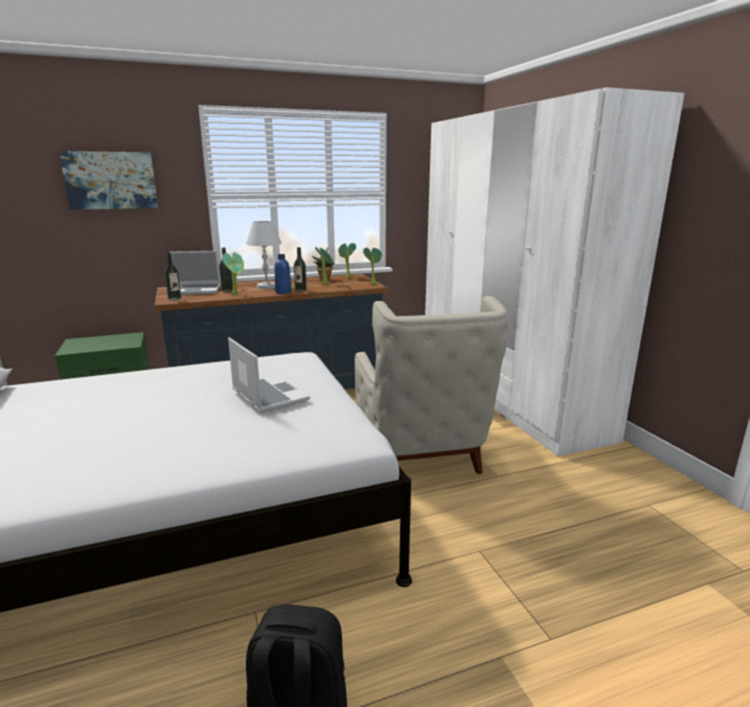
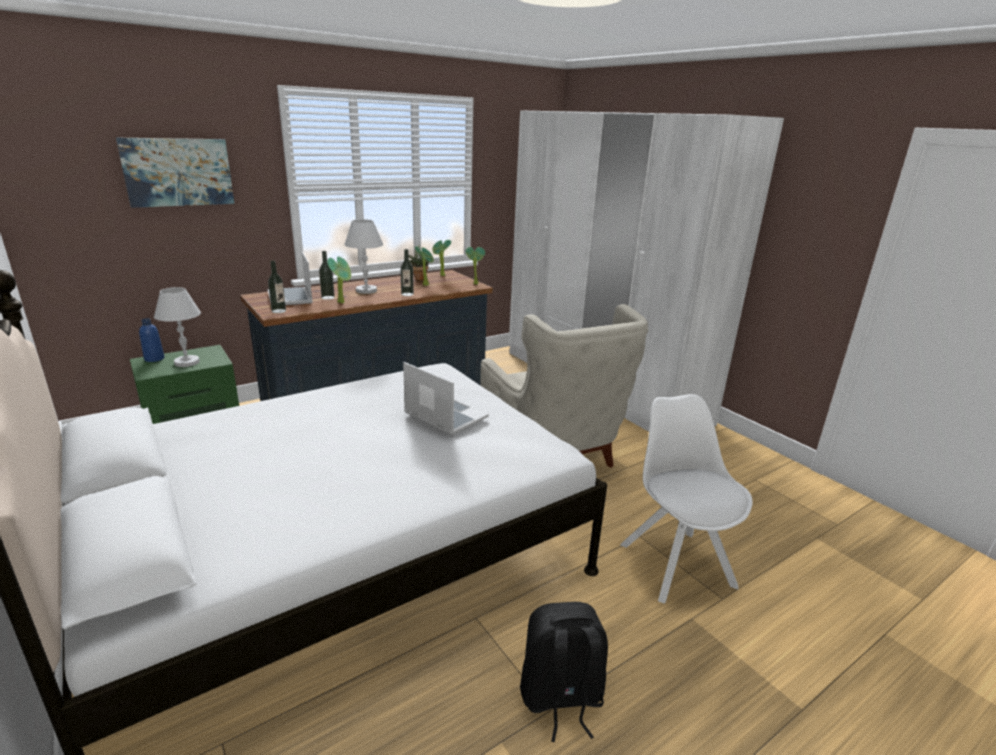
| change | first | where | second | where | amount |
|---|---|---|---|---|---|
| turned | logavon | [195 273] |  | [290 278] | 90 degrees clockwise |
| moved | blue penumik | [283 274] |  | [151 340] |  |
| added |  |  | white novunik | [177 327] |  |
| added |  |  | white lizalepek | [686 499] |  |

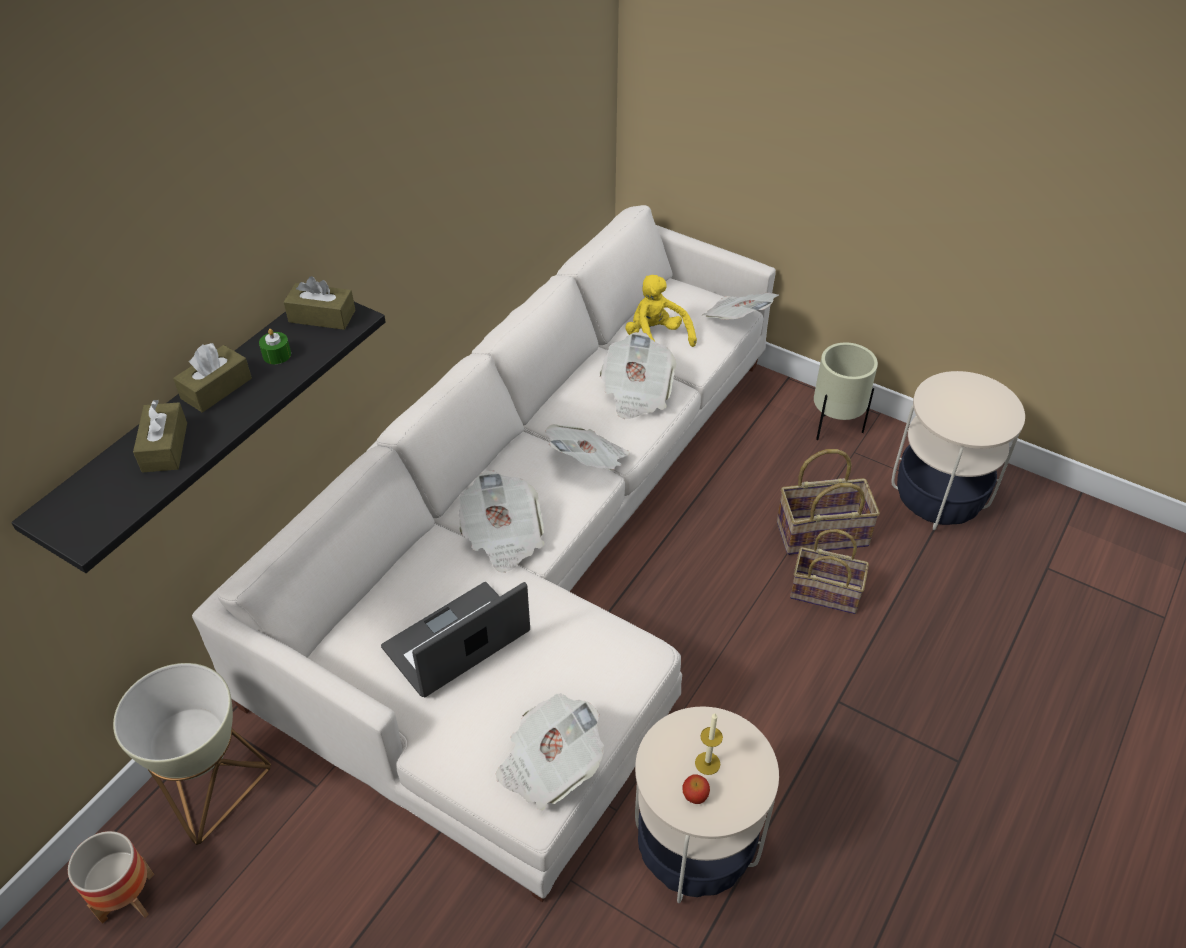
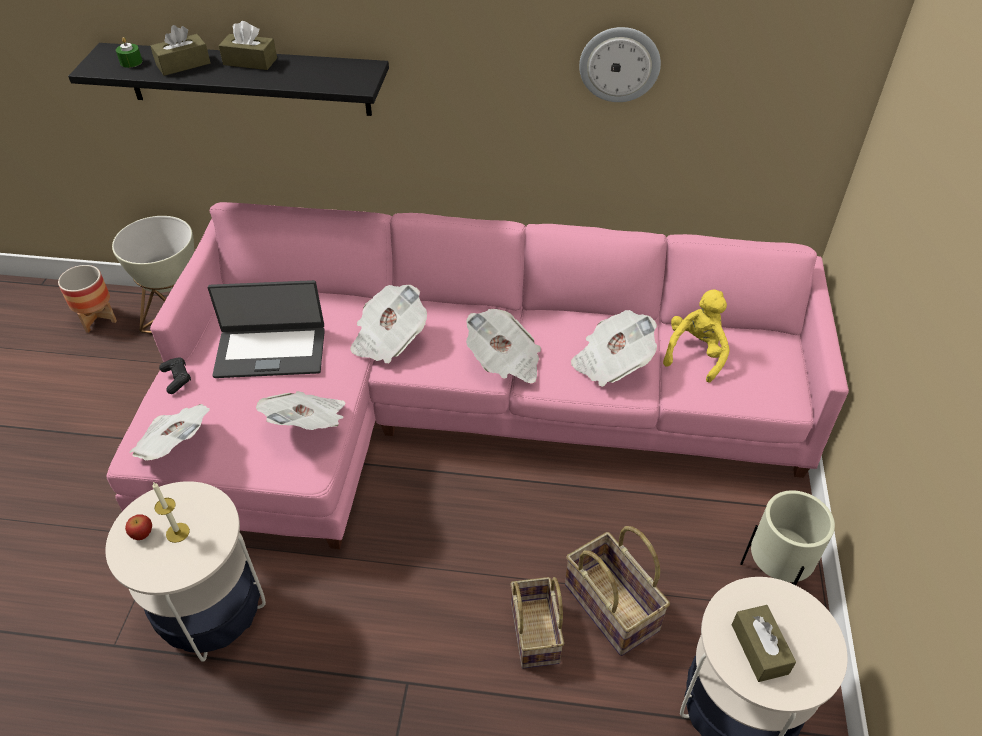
| change | first | where | second | where | amount |
|---|---|---|---|---|---|
| recoloured | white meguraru | [484 553] | pink meguraru | [478 375] |  |
| moved | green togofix | [275 346] |  | [129 52] |  |
| moved | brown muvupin | [319 303] |  | [764 643] |  |
| turned | logavon | [455 640] |  | [266 329] | 150 degrees clockwise |
| moved | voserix | [740 306] |  | [301 410] |  |
| added |  |  | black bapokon | [175 375] |  |
| added |  |  | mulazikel | [620 64] |  |

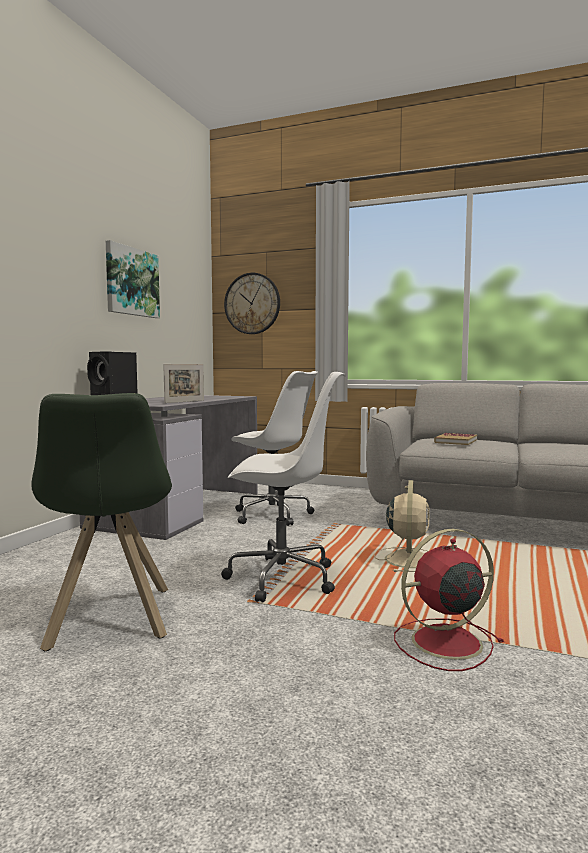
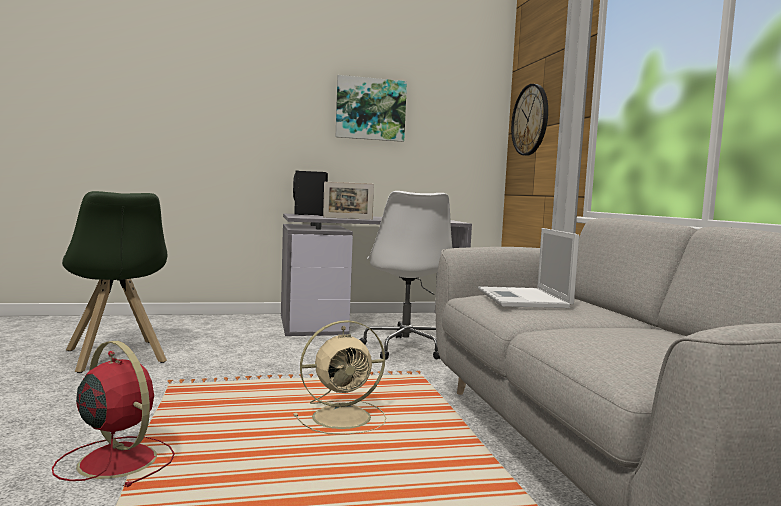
| change | first | where | second | where | amount |
|---|---|---|---|---|---|
| turned | green lizalepek | [101 522] |  | [114 282] | 75 degrees counterclockwise |
| removed | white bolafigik | [283 487] |  |  |  |
| replaced | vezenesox | [455 439] | logavon | [528 268] |  |

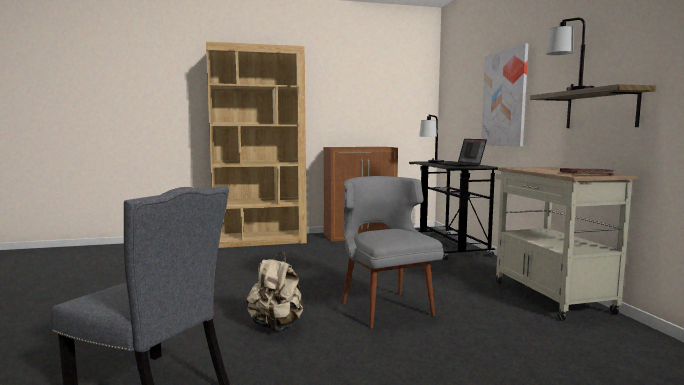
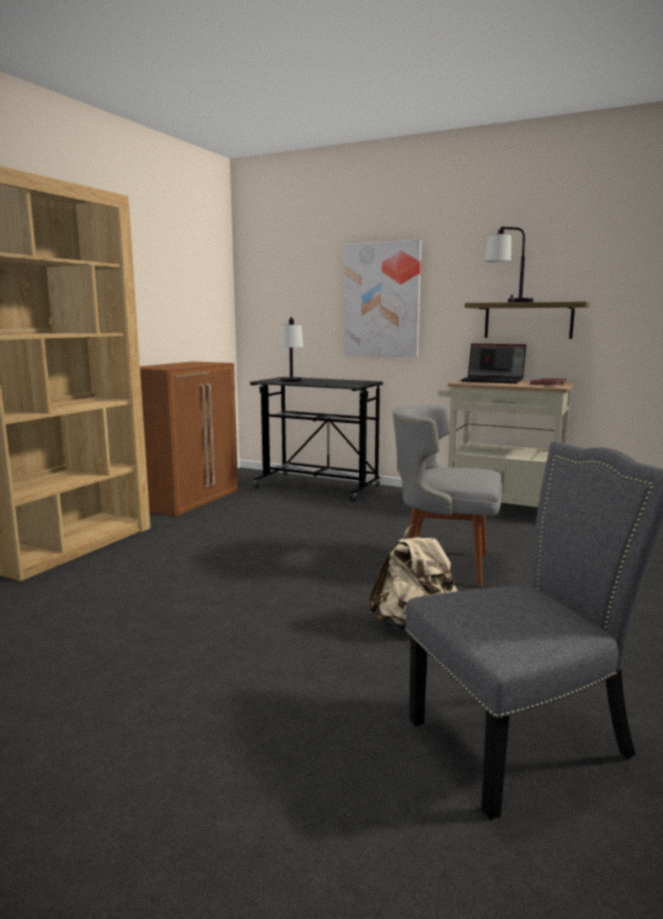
| change | first | where | second | where | amount |
|---|---|---|---|---|---|
| moved | logavon | [462 153] |  | [493 364] |  |

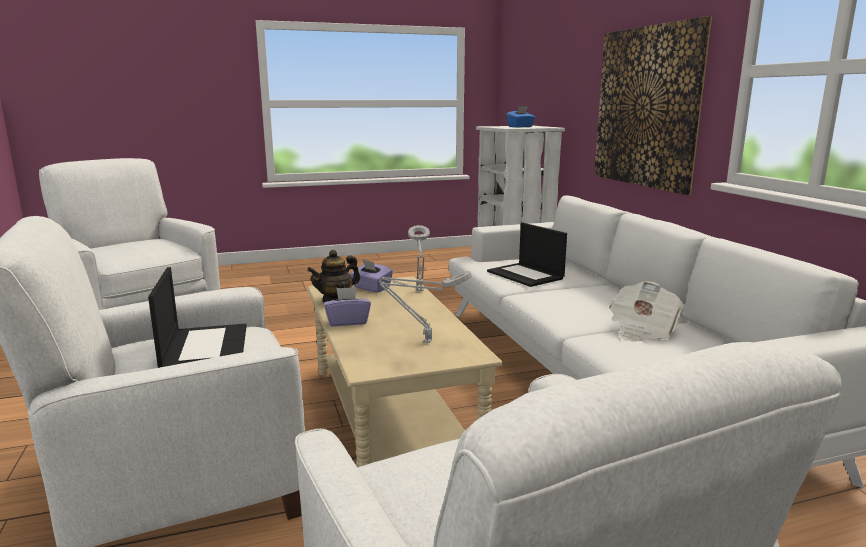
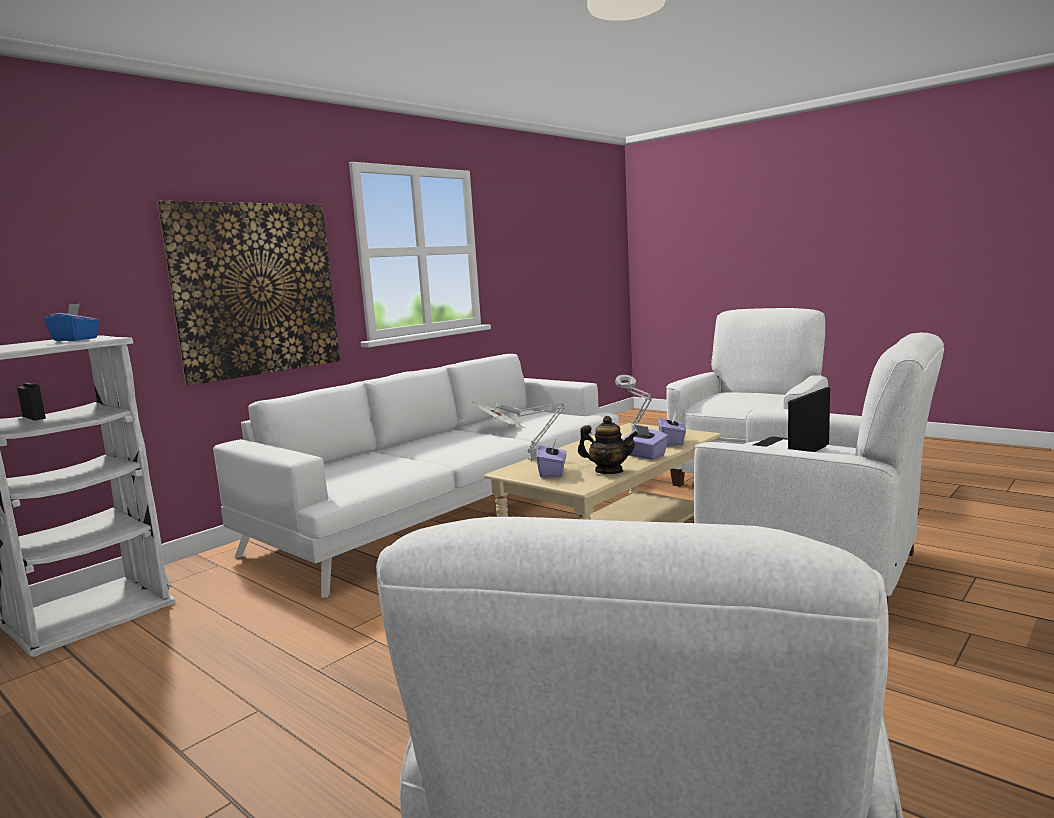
| change | first | where | second | where | amount |
|---|---|---|---|---|---|
| removed | logavon | [527 254] |  |  |  |
| added |  |  | purple muvupin | [672 428] |  |

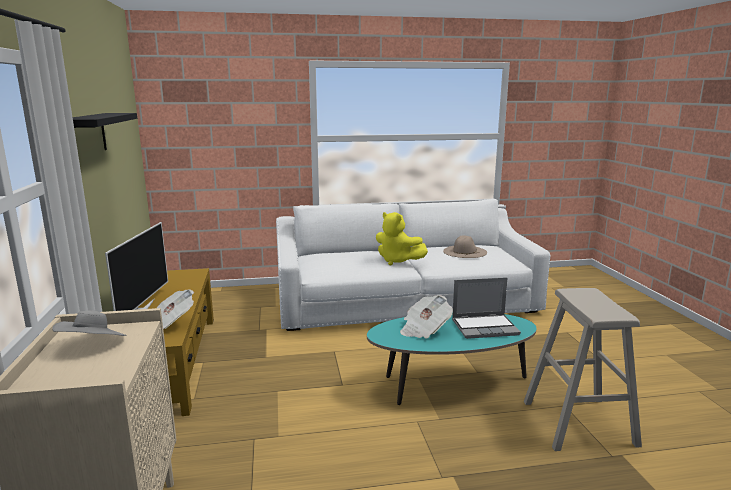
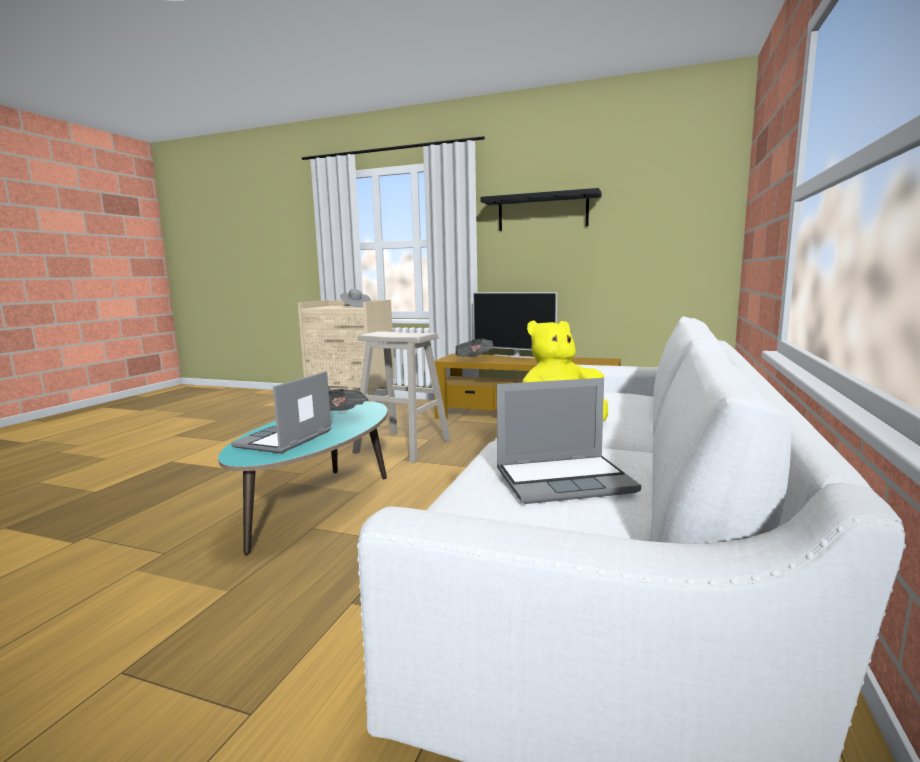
| change | first | where | second | where | amount |
|---|---|---|---|---|---|
| replaced | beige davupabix | [465 246] | logavon | [569 441] |  |
| moved | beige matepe | [583 369] |  | [401 397] |  |

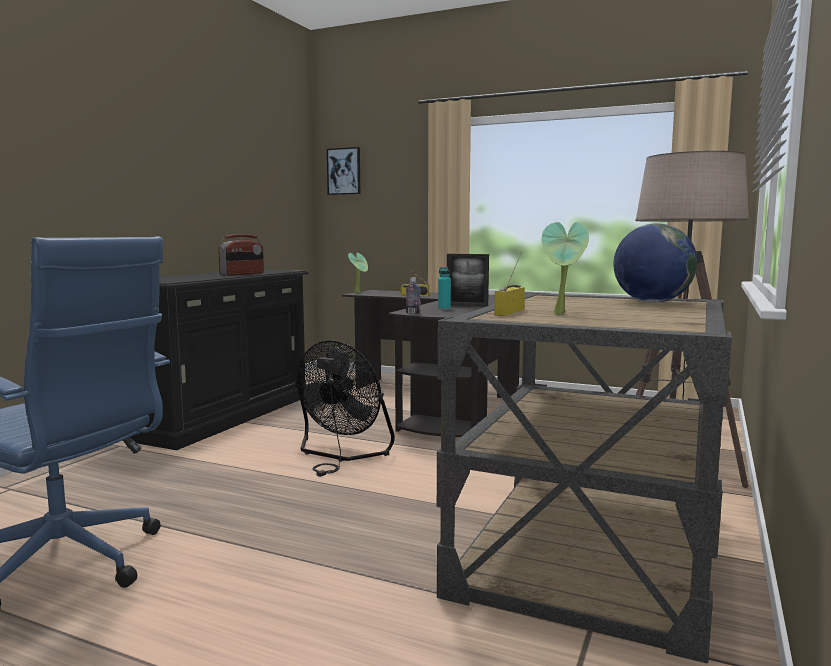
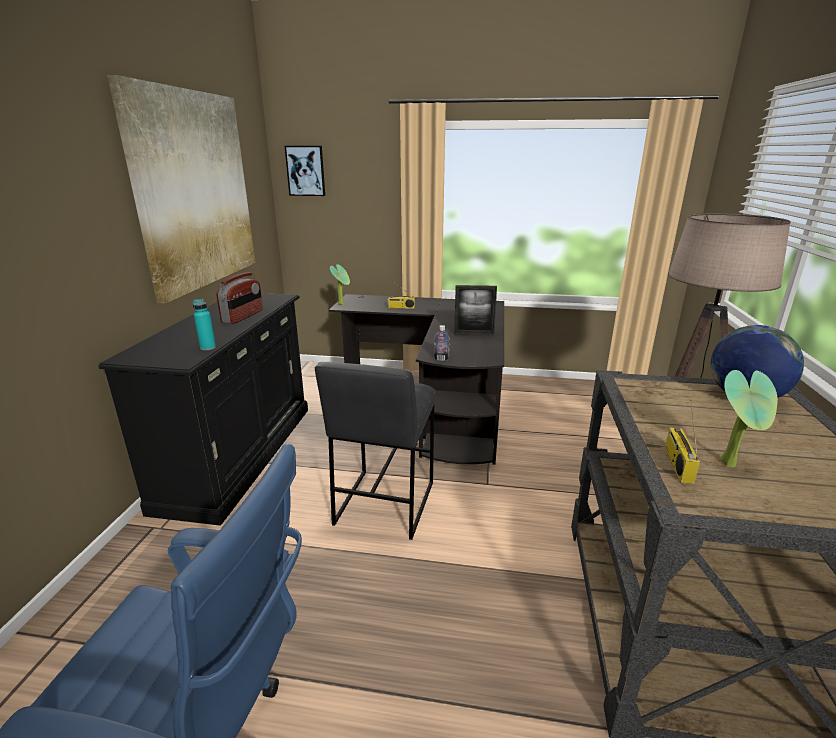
| change | first | where | second | where | amount |
|---|---|---|---|---|---|
| replaced | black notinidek | [344 409] | grey matepe | [375 451] |  |
| moved | turquoise penumik | [444 288] |  | [204 324] |  |
| added |  |  | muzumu | [181 189] |  |

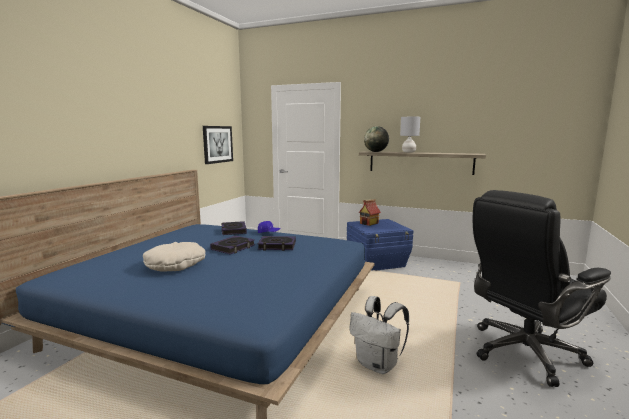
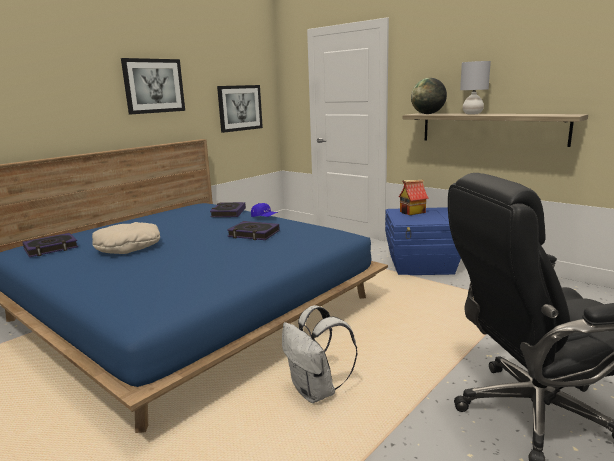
| change | first | where | second | where | amount |
|---|---|---|---|---|---|
| moved | vezenesox | [232 245] |  | [50 245] |  |
| added |  |  | muzumu | [153 86] |  |

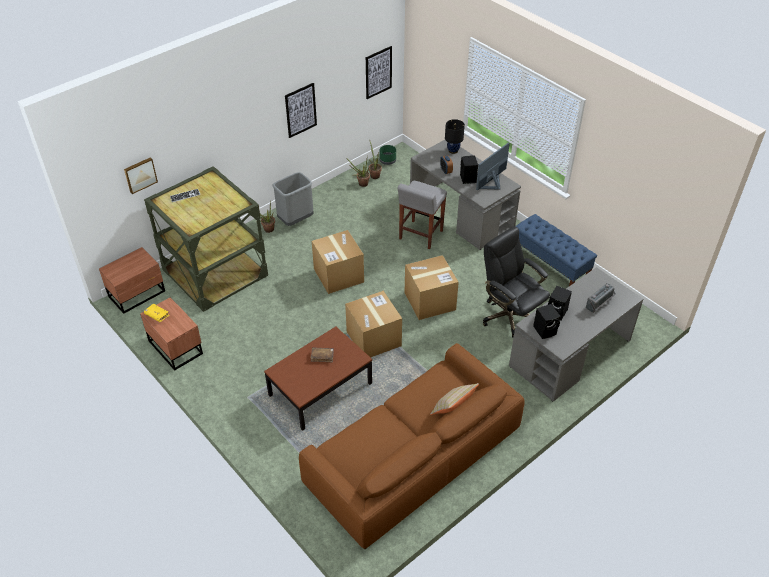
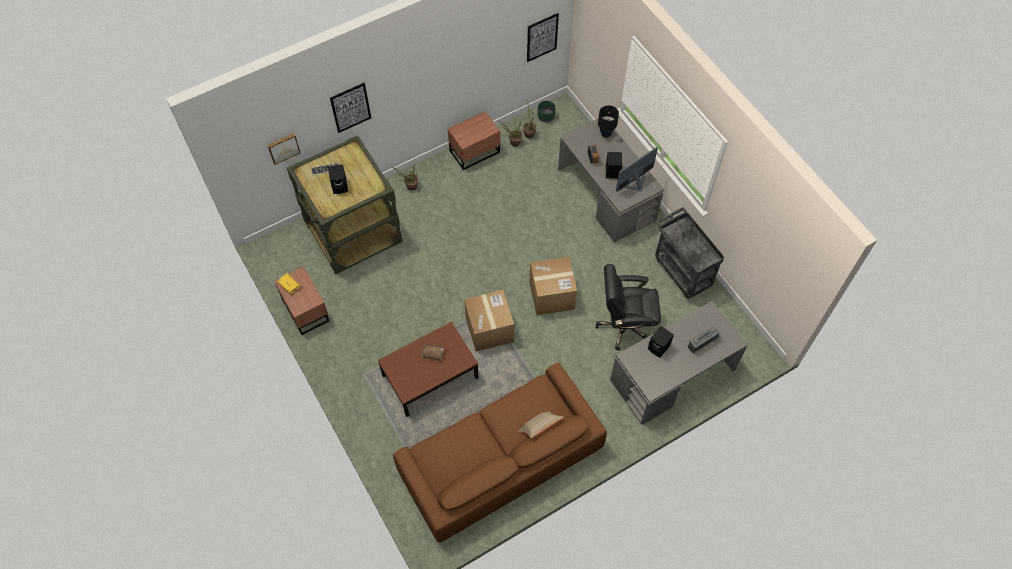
| change | first | where | second | where | amount |
|---|---|---|---|---|---|
| moved | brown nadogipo | [132 280] |  | [474 140] |  |
| removed | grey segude | [293 199] |  |  |  |
| moved | muzumu | [301 110] |  | [350 108] |  |
| removed | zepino | [338 262] |  |  |  |
| removed | grey matepe | [422 215] |  |  |  |
| turned | black bolafigik | [516 282] |  | [628 307] | 60 degrees counterclockwise |
| replaced | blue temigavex | [556 250] | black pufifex | [689 253] |  |
| moved | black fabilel | [546 321] |  | [338 179] |  |

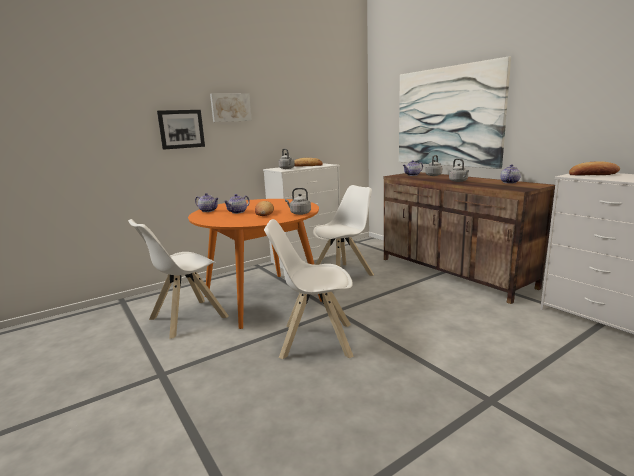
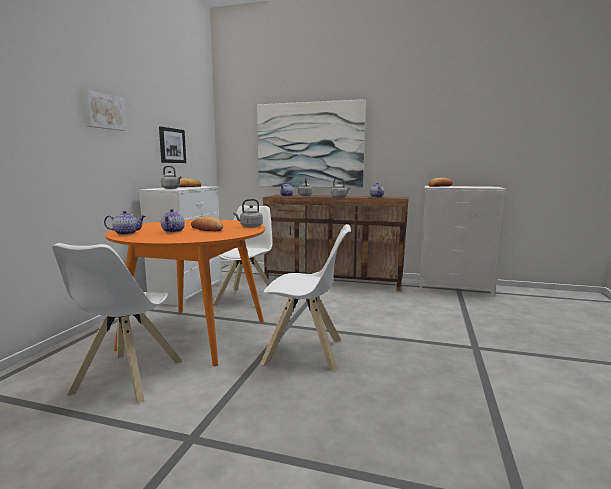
| change | first | where | second | where | amount |
|---|---|---|---|---|---|
| moved | muzumu | [181 130] |  | [172 145] |  |
| turned | white lizalepek | [308 289] |  | [305 297] | 135 degrees counterclockwise |

